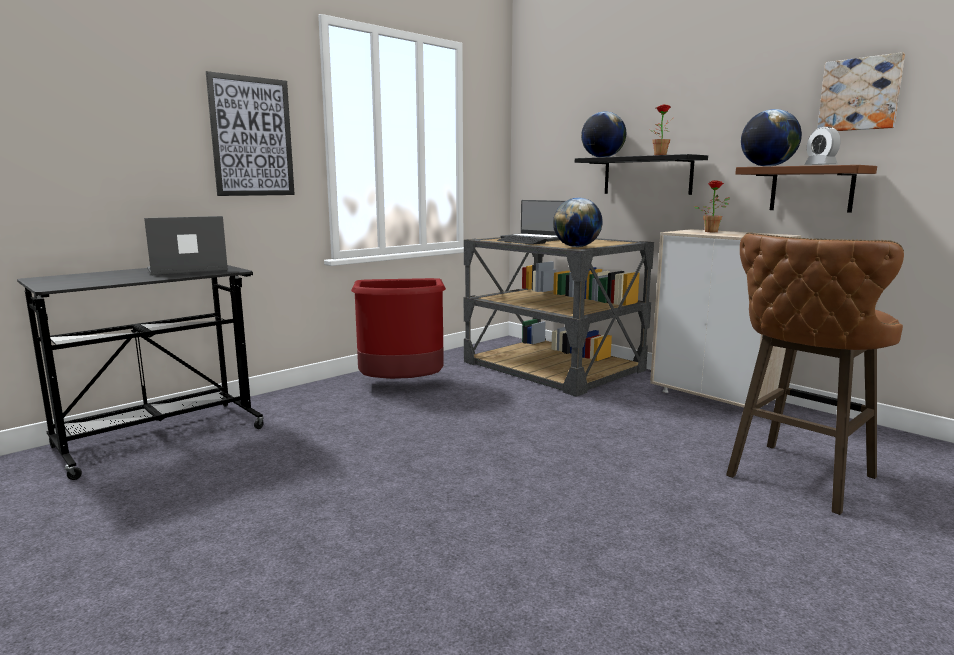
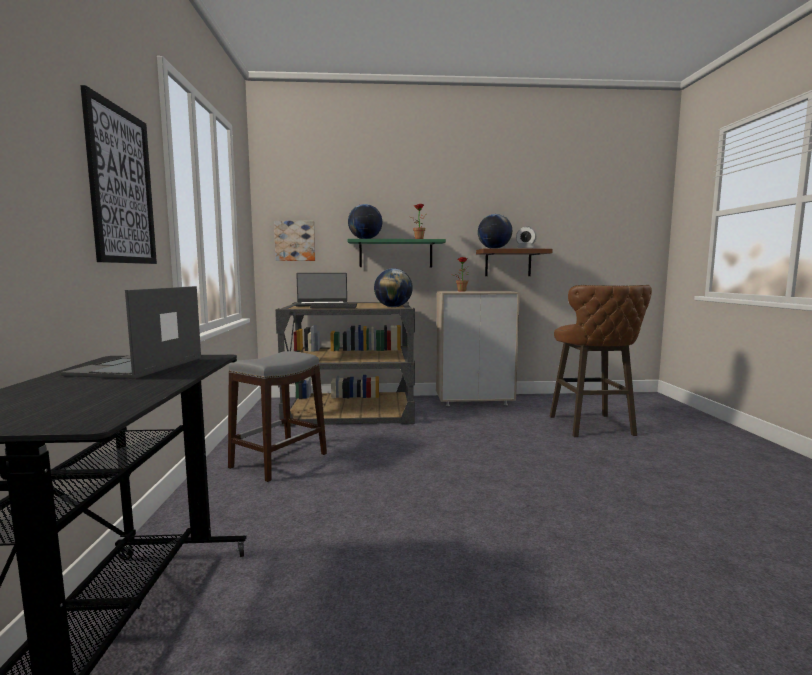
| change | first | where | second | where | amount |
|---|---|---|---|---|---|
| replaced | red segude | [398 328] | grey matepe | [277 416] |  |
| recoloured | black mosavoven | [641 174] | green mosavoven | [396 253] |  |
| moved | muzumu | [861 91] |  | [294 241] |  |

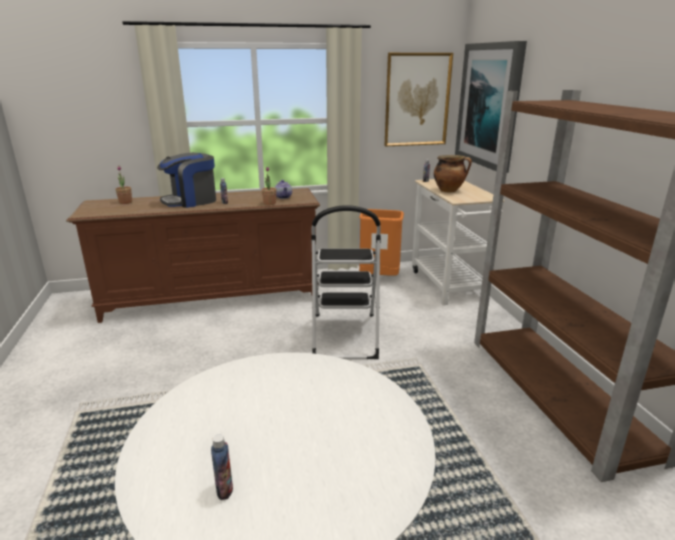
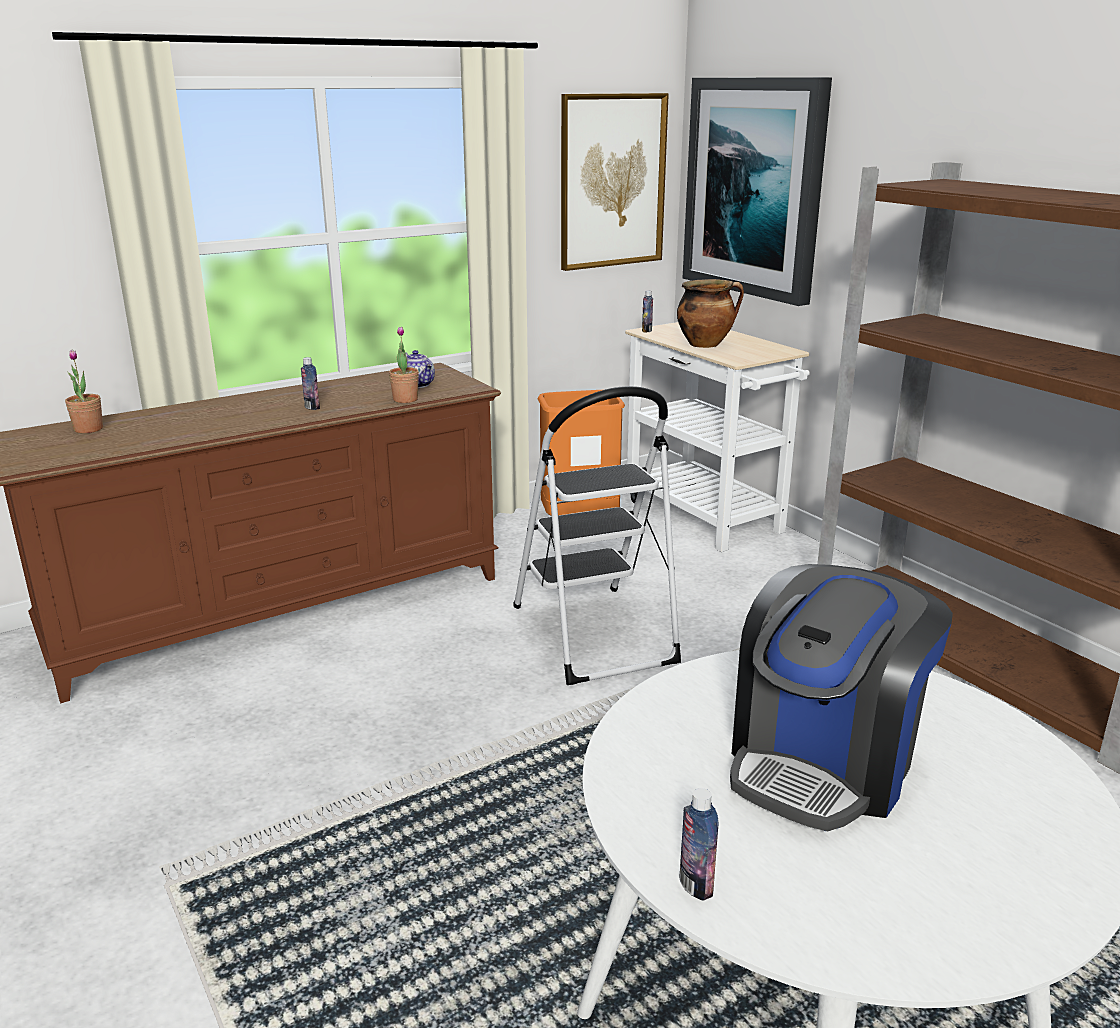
| change | first | where | second | where | amount |
|---|---|---|---|---|---|
| moved | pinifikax | [186 180] |  | [841 697] |  |
| moved | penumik | [222 467] |  | [699 844] |  |

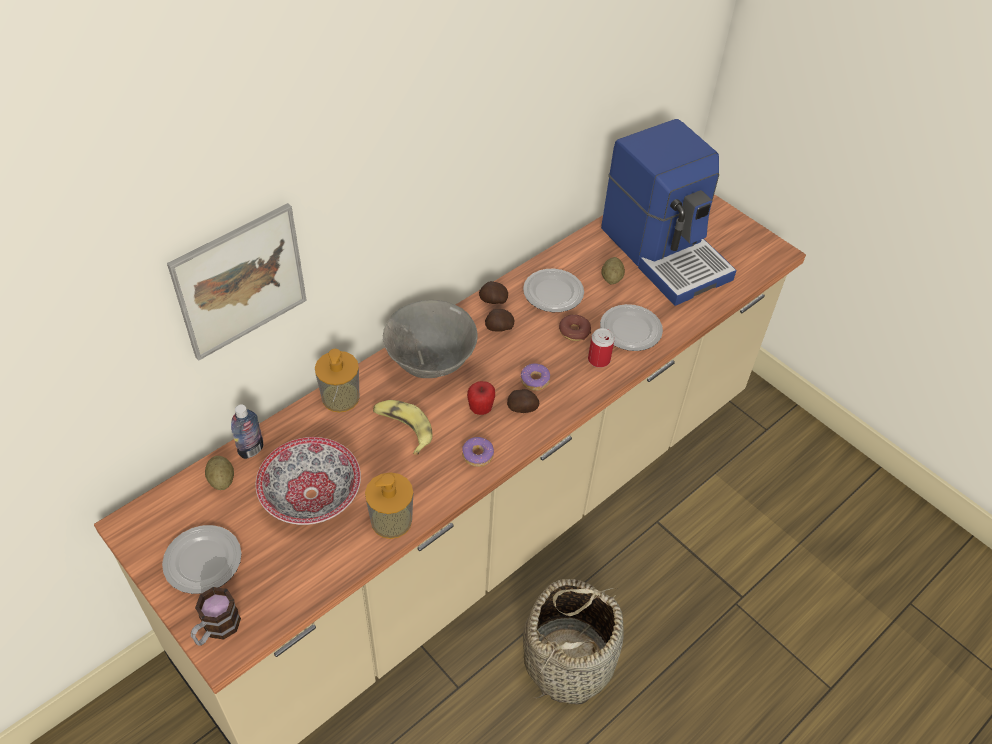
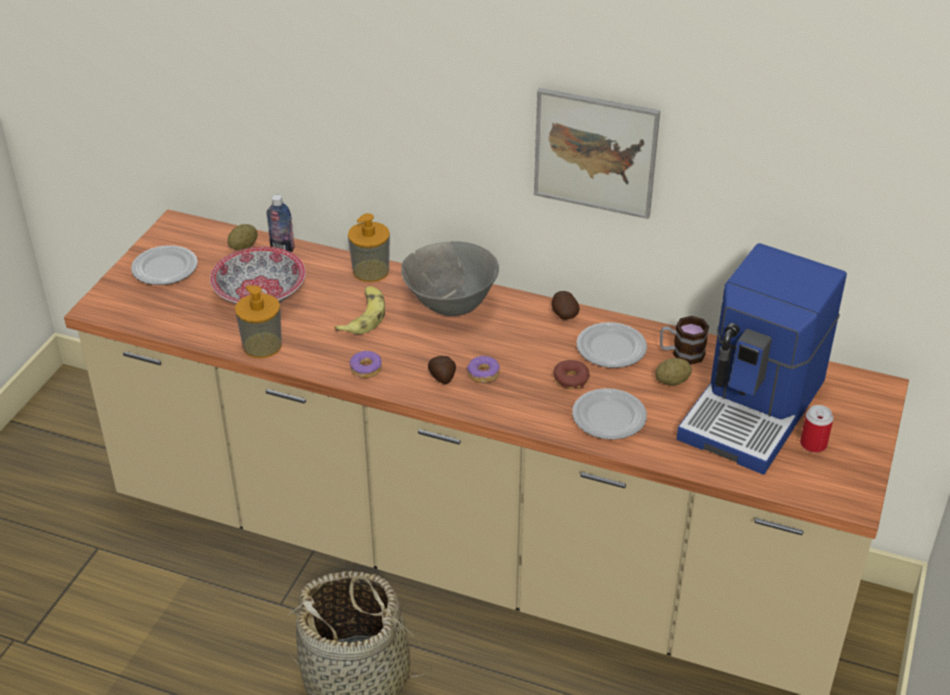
| change | first | where | second | where | amount |
|---|---|---|---|---|---|
| moved | muzumu | [237 282] |  | [597 153] |  |
| moved | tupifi | [216 616] |  | [684 340] |  |
| removed | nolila | [481 398] |  |  |  |
| removed | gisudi | [500 320] |  |  |  |
| moved | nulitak | [601 348] |  | [816 429] |  |

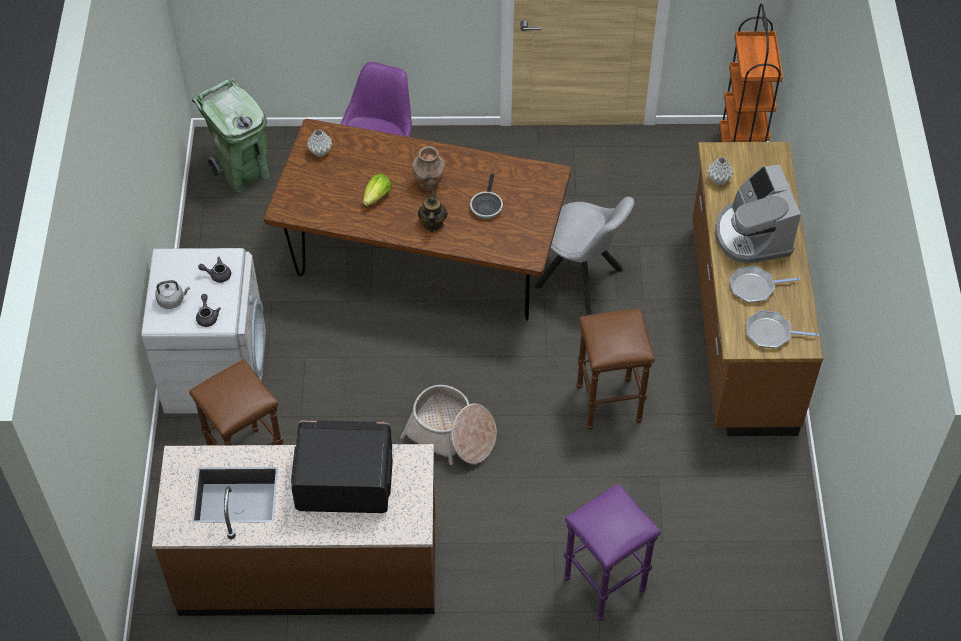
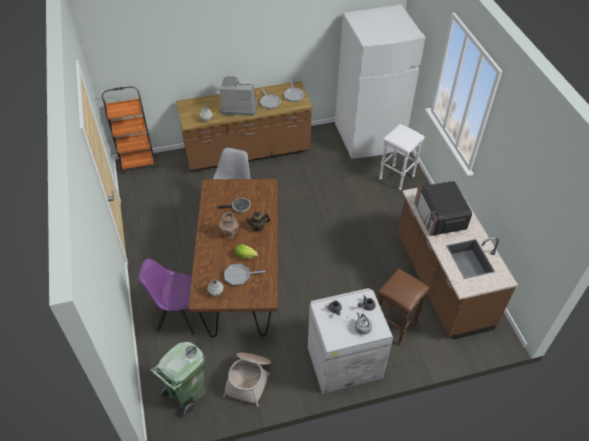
| change | first | where | second | where | amount |
|---|---|---|---|---|---|
| moved | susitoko | [448 425] |  | [247 380] |  |
| recoloured | purple matepe | [612 552] | white matepe | [402 157] |  |
| removed | brown matepe | [616 369] |  |  |  |
| turned | pinifikax | [758 214] |  | [238 96] | 150 degrees counterclockwise |
| added |  |  | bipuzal | [245 274] |  |
| added |  |  | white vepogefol | [380 82] |  |

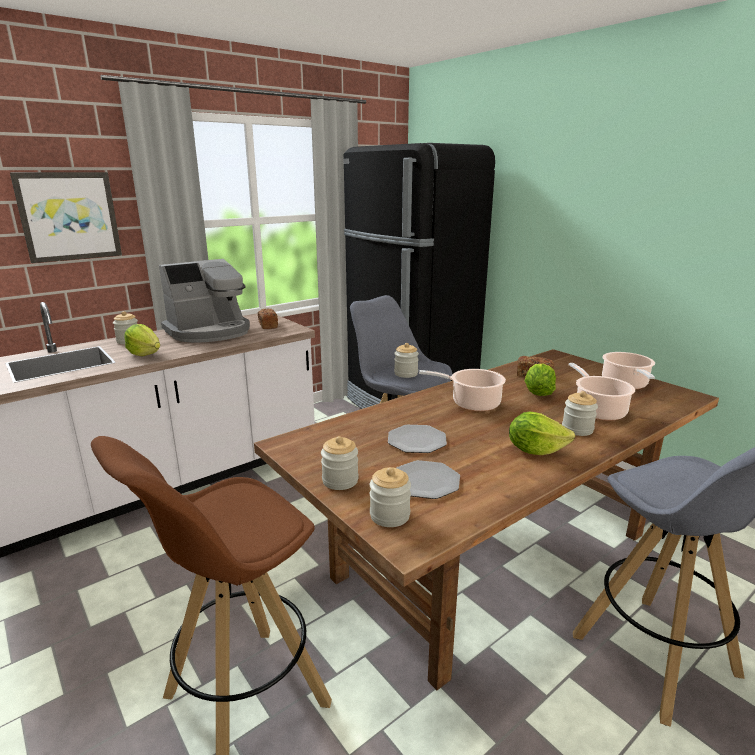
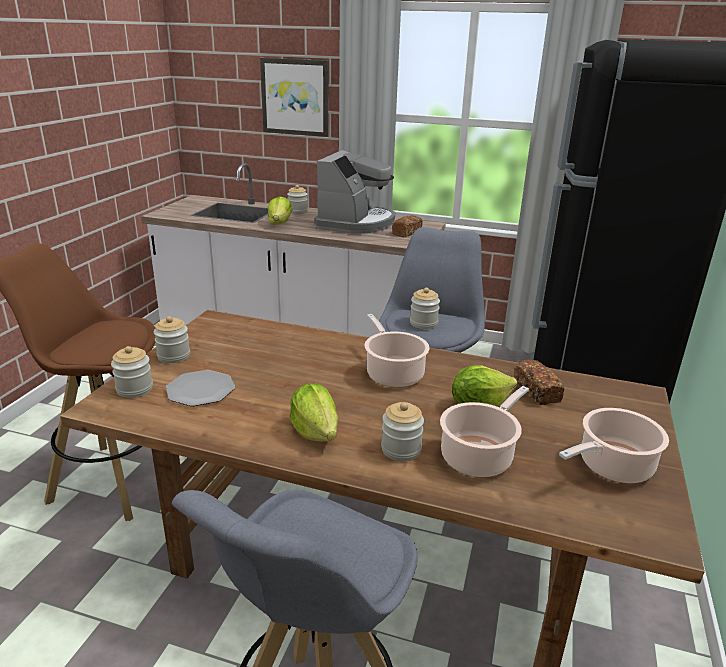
| change | first | where | second | where | amount |
|---|---|---|---|---|---|
| turned | pinifikax | [204 301] |  | [354 192] | 90 degrees counterclockwise |
| removed | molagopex | [417 439] |  |  |  |

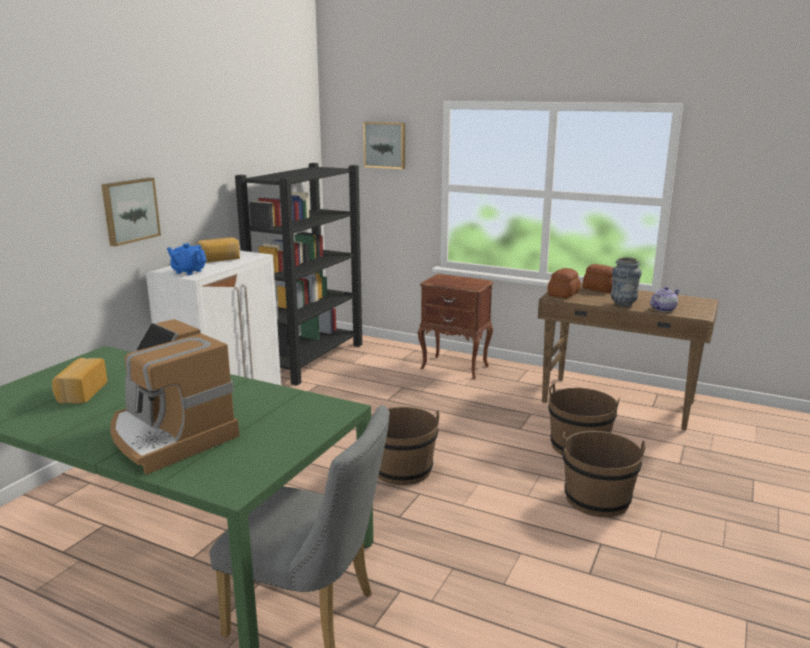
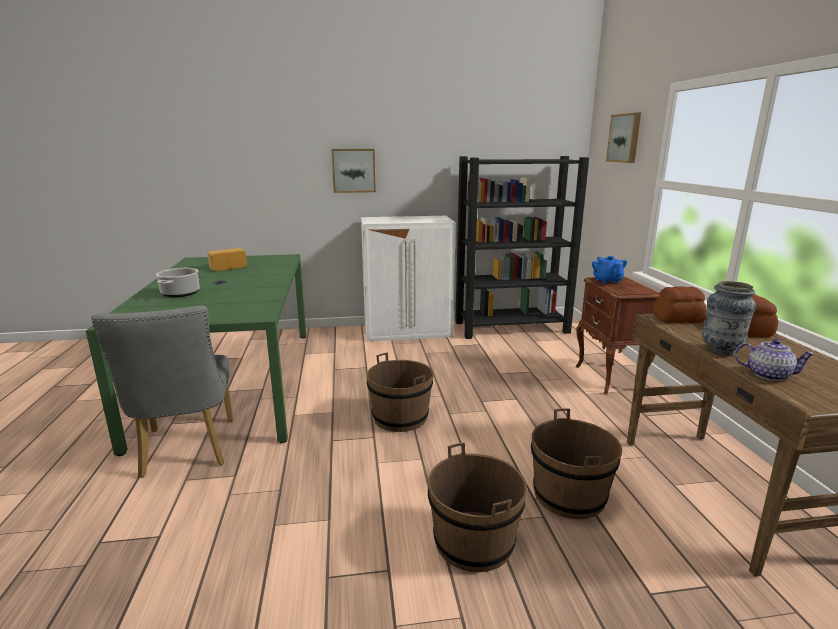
| change | first | where | second | where | amount |
|---|---|---|---|---|---|
| replaced | pinifikax | [174 397] | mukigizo | [178 282] |  |
| moved | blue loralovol | [187 259] |  | [609 270] |  |
| removed | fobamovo | [219 250] |  |  |  |

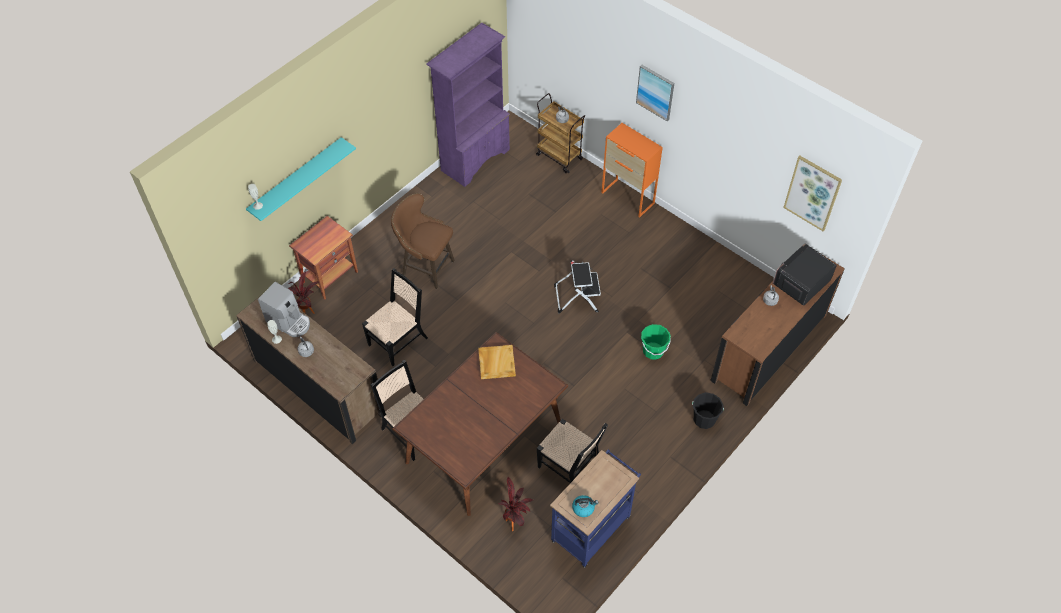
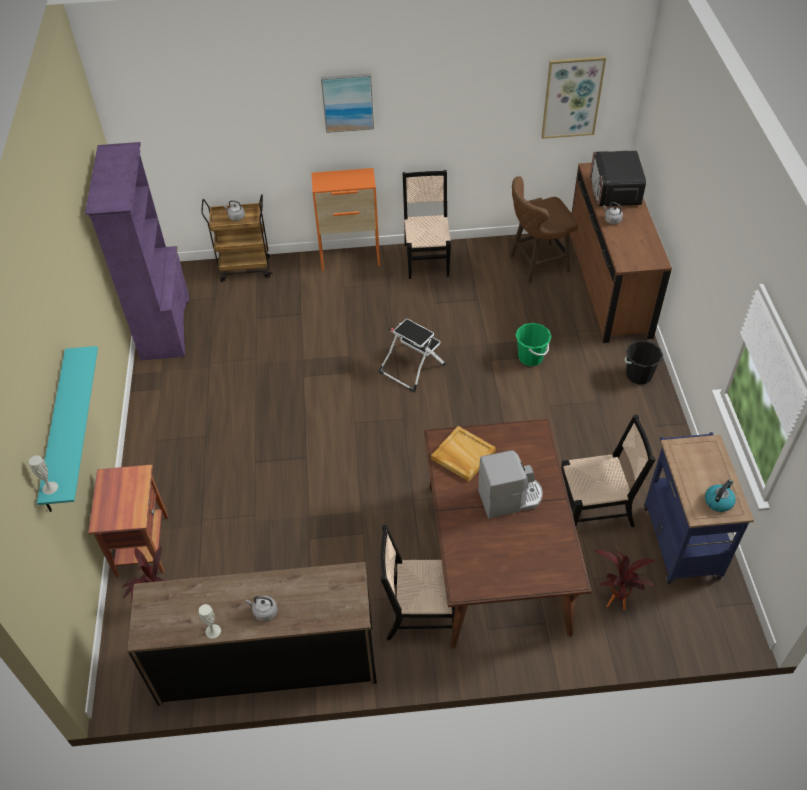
| change | first | where | second | where | amount |
|---|---|---|---|---|---|
| moved | pinifikax | [284 309] |  | [510 484] |  |
| moved | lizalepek | [395 317] |  | [427 224] |  |
| moved | brown matepe | [423 241] |  | [544 230] |  |

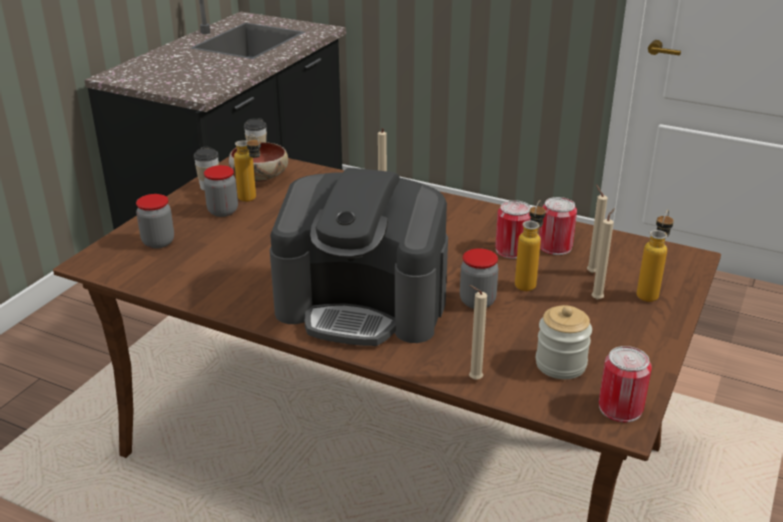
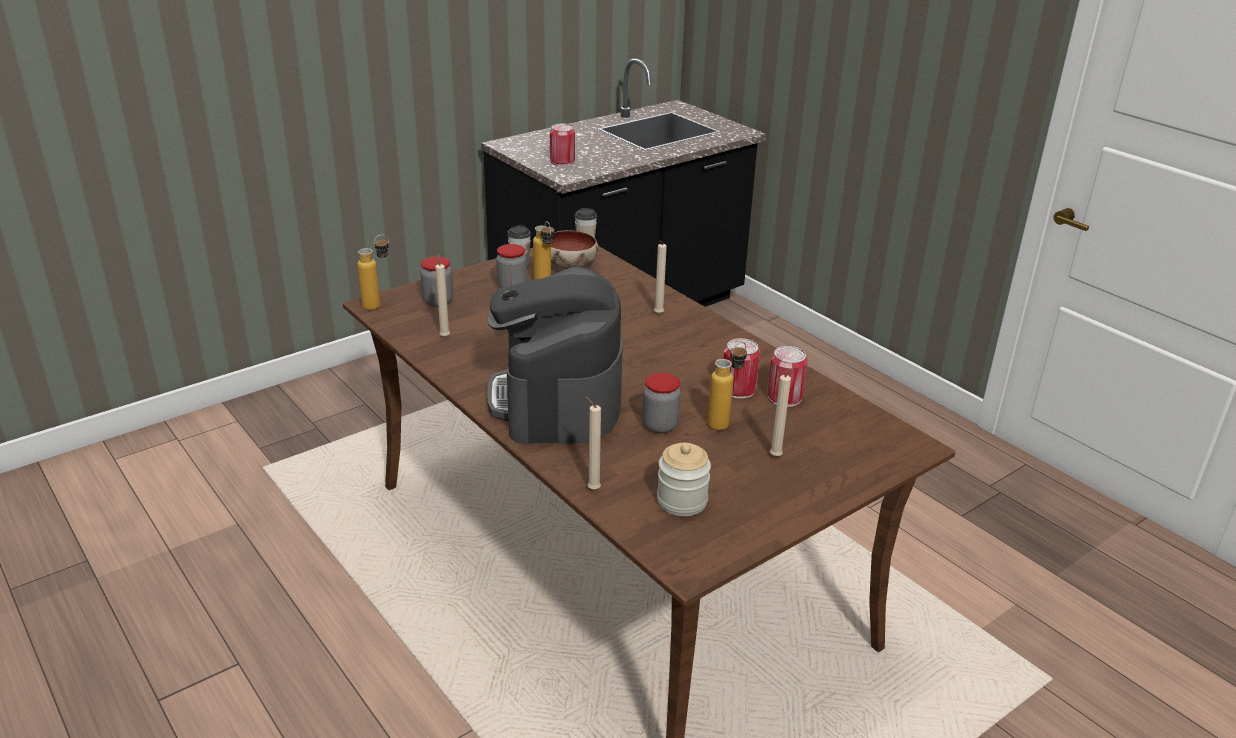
| change | first | where | second | where | amount |
|---|---|---|---|---|---|
| turned | pinifikax | [359 257] |  | [555 356] | 45 degrees clockwise |
| moved | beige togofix | [597 228] |  | [442 295] |  |
| moved | nulitak | [625 384] |  | [562 145] |  |
| moved | penumik | [655 256] |  | [373 272] |  |

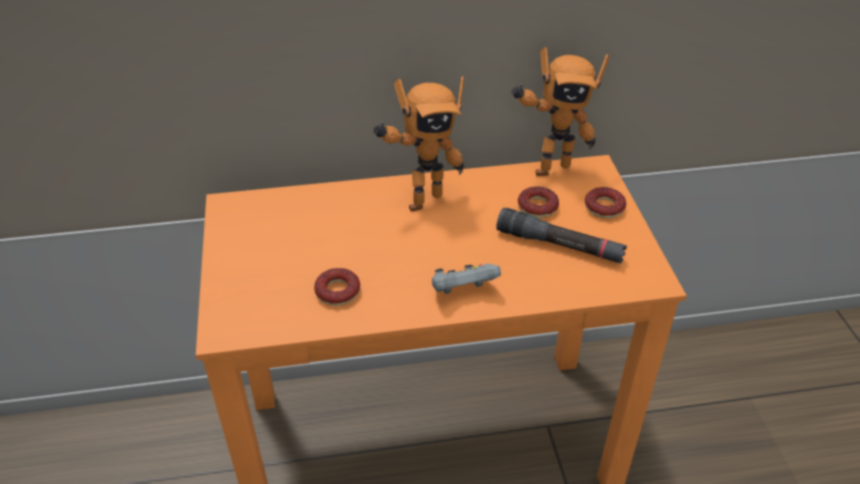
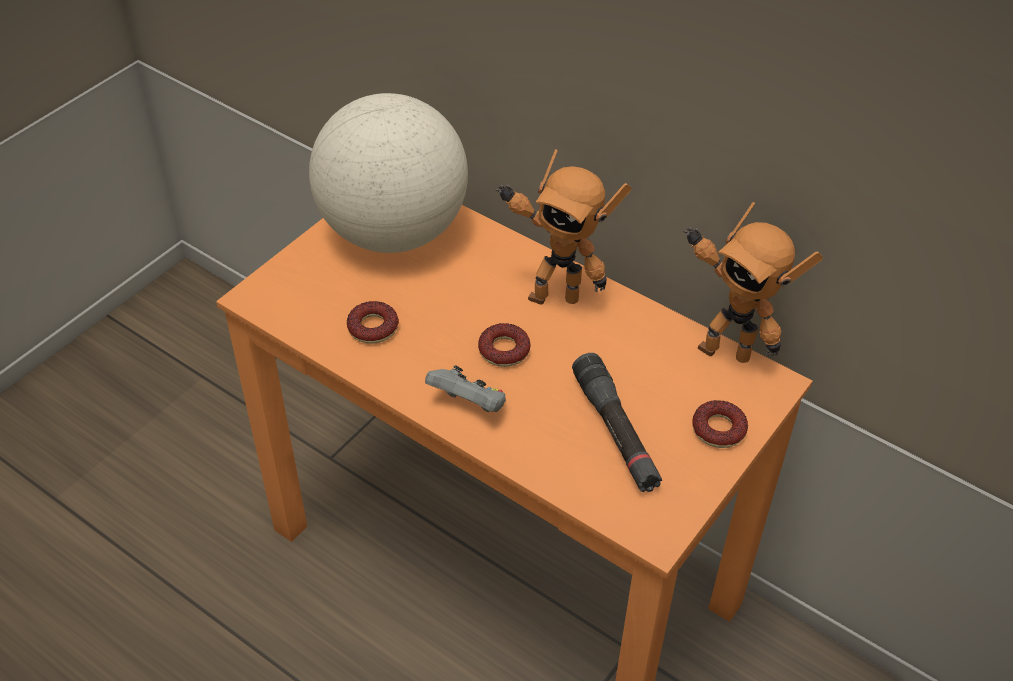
| change | first | where | second | where | amount |
|---|---|---|---|---|---|
| moved | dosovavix | [538 202] |  | [504 345] |  |
| added |  |  | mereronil | [388 173] |  |

